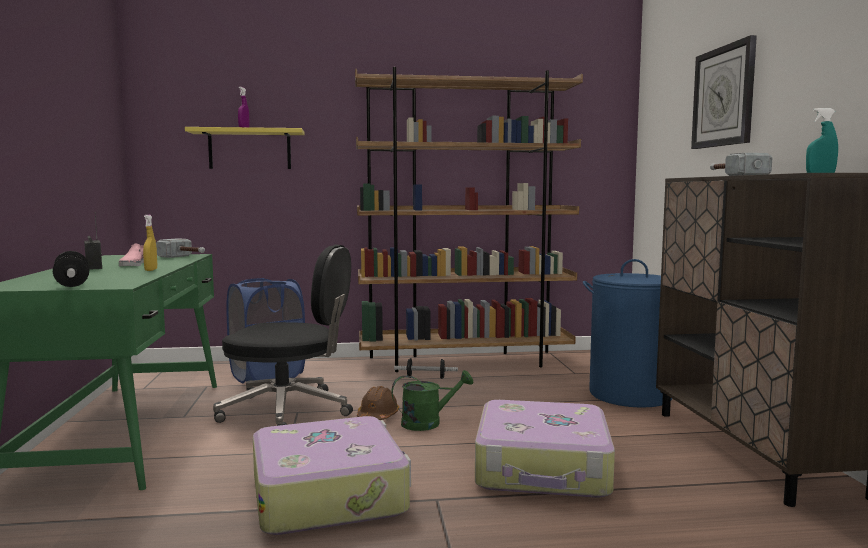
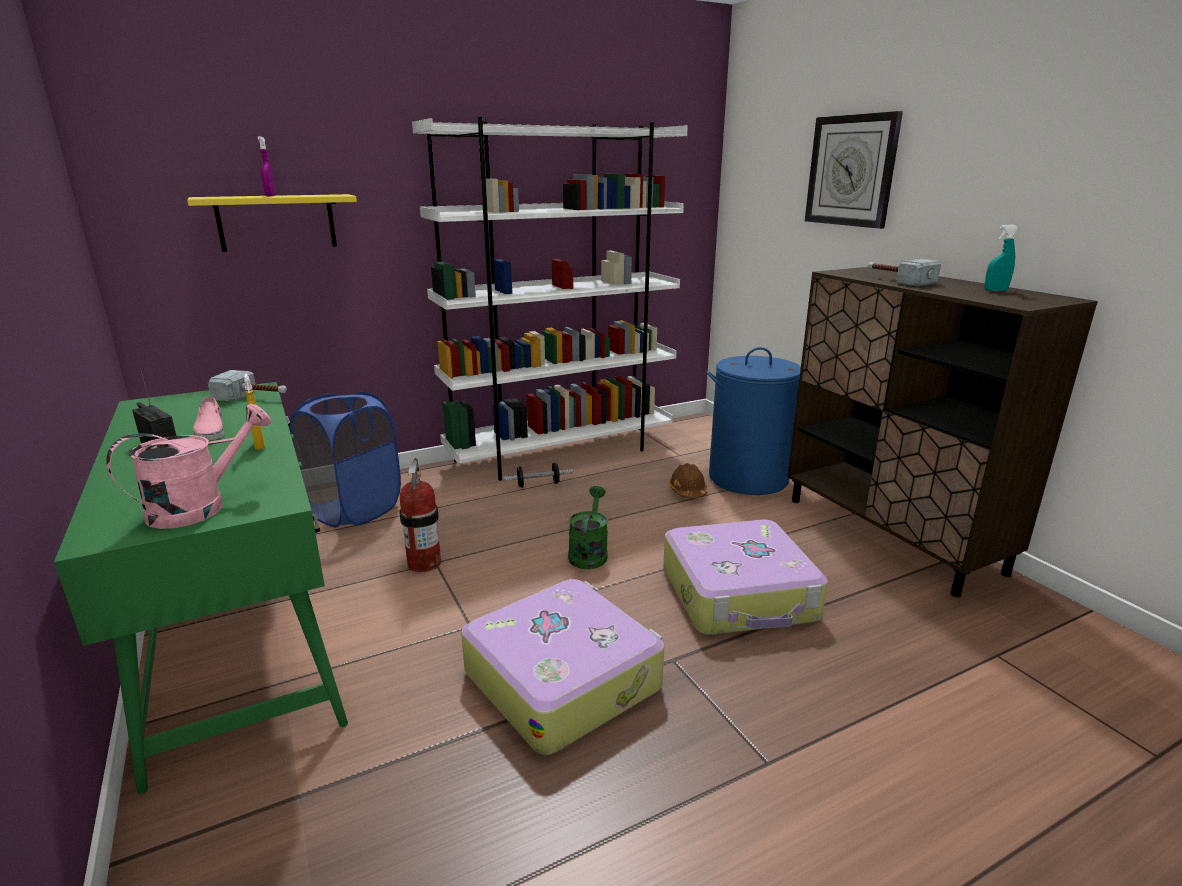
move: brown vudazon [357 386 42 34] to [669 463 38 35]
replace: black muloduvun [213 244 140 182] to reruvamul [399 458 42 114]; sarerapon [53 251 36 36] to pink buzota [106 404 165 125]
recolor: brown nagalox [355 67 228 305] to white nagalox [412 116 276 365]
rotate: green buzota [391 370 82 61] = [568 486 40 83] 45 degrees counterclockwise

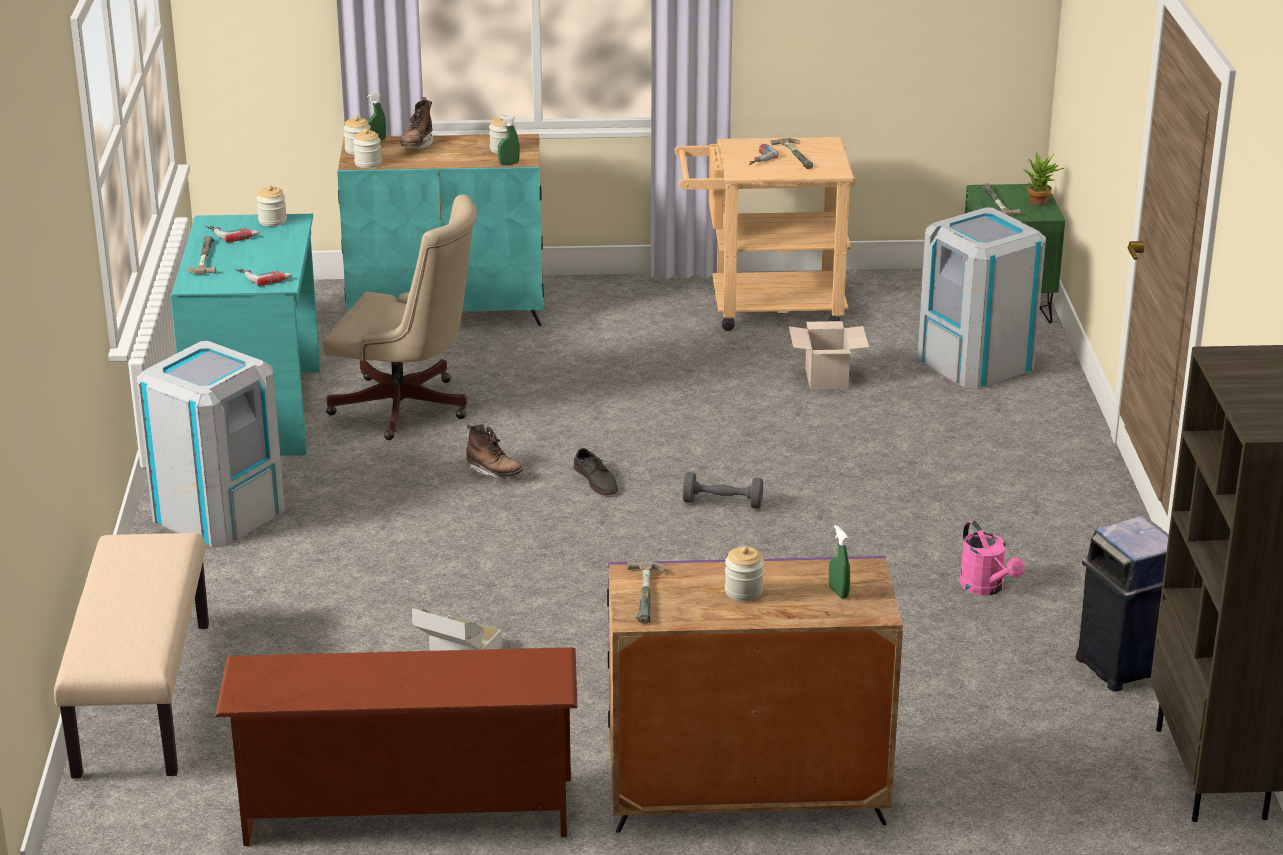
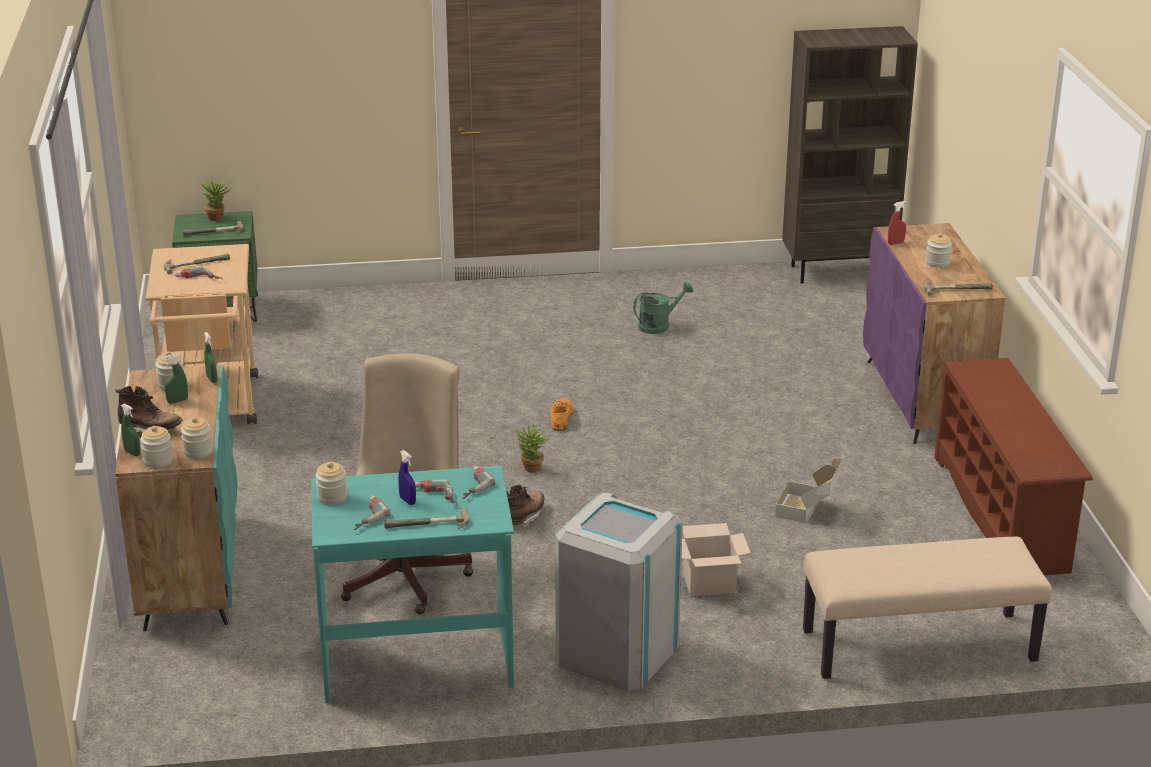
delete: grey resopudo [917 207 129 182]; blue resopudo [1075 516 94 176]
insert: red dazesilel [888 201 18 44]; blue dazesilel [398 450 18 55]; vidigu [415 479 43 27]
move: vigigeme [789 321 80 69] to [682 523 68 73]; green dazesilel [829 525 21 74] to [164 354 24 50]
replace: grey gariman [574 448 44 47] to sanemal [516 422 33 50]; grey sarerapon [683 472 80 36] to orange gariman [551 398 22 33]
recolor: pink buzota [959 521 66 74] to green buzota [633 282 60 52]

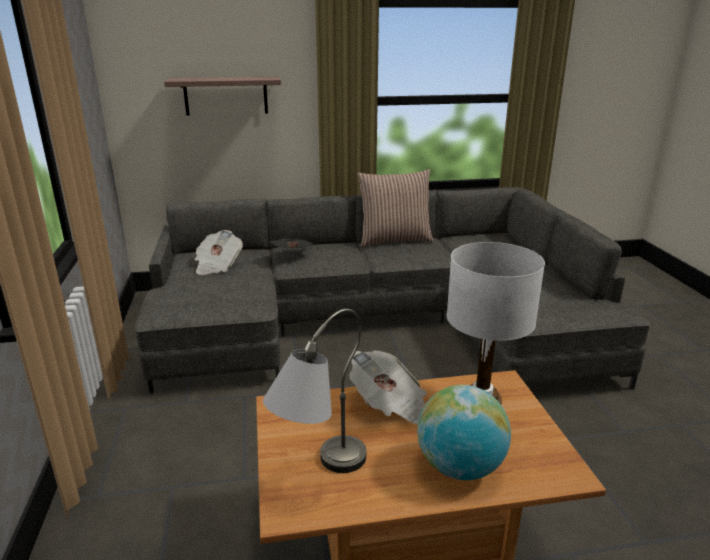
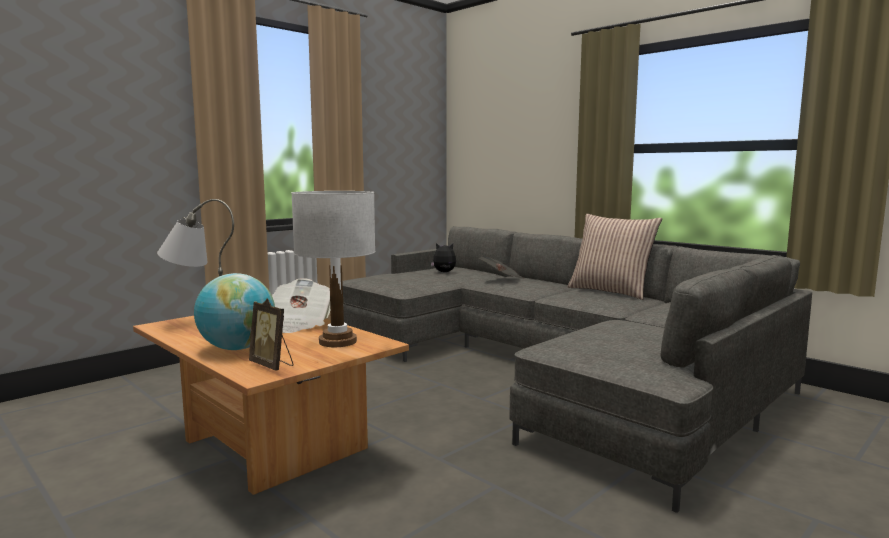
delete: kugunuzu [164 77 117 39]
insert: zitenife [249 298 45 72]
replace: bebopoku [194 230 49 45] to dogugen [431 243 25 29]

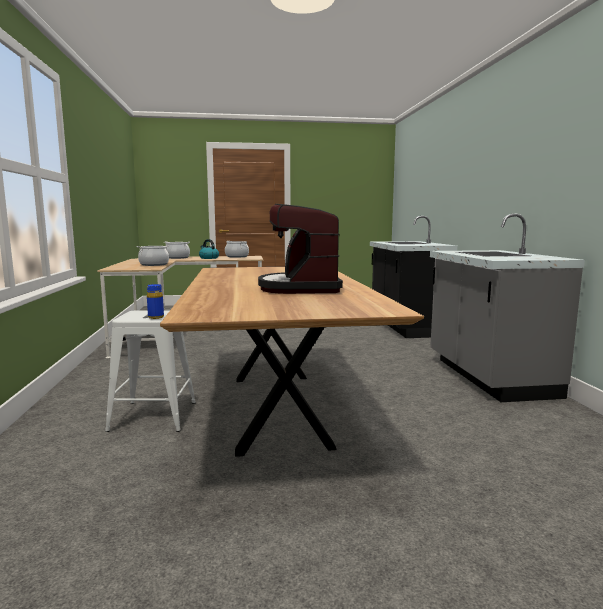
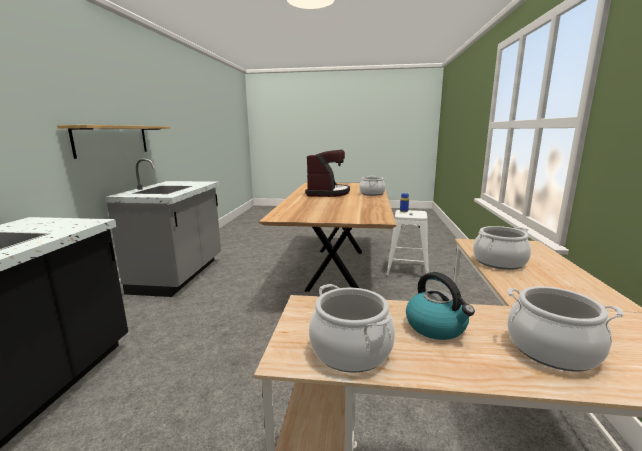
insert: kugunuzu [57 125 113 34]; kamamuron [360 176 25 20]

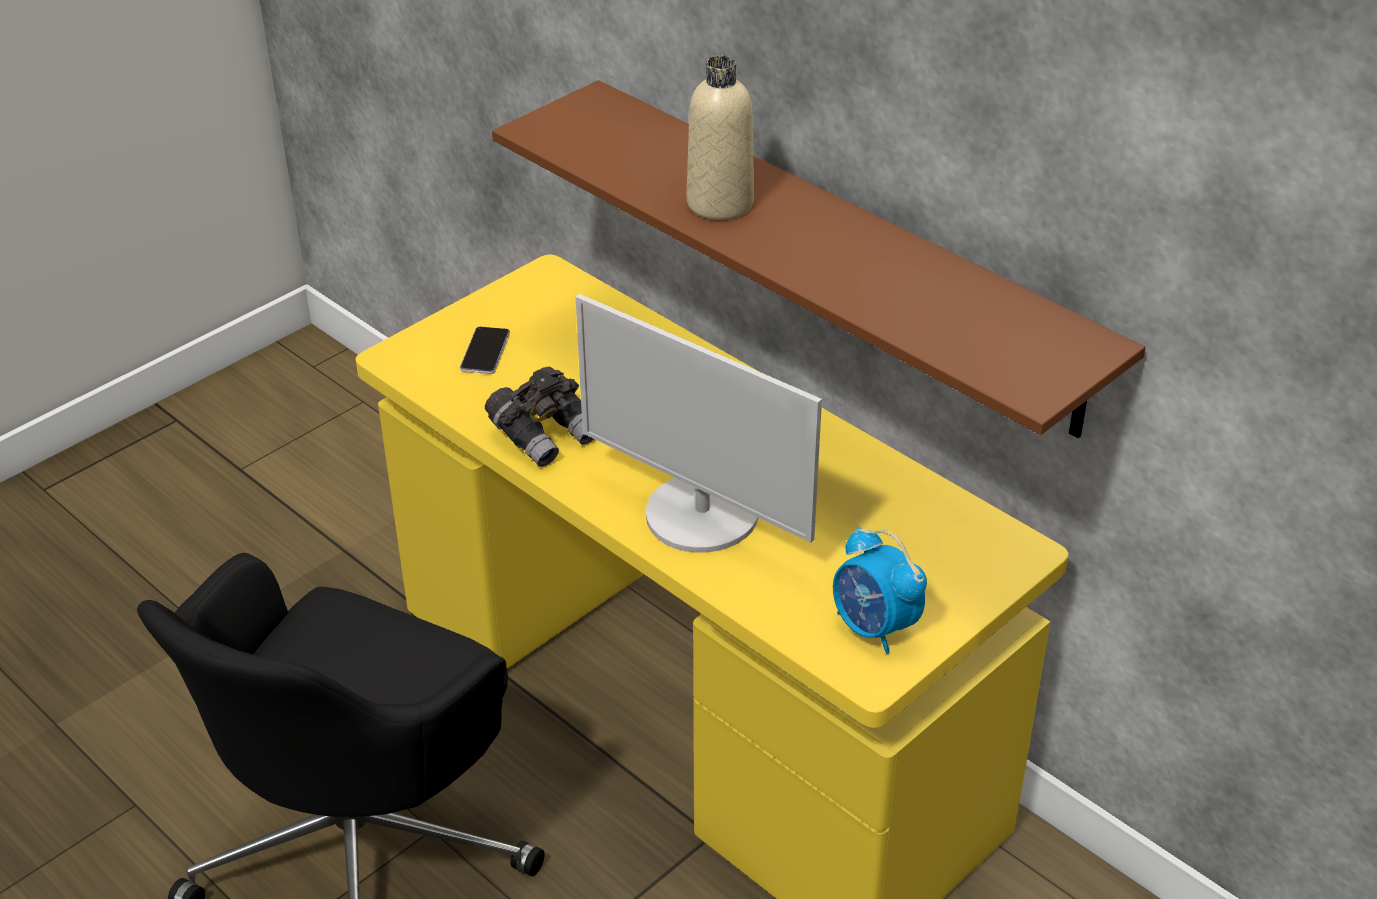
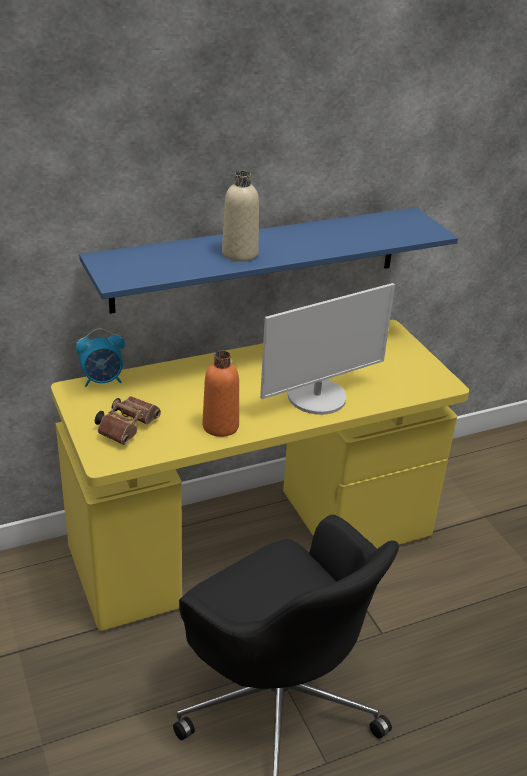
move: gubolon [833 527 94 127] to [76 328 49 59]
replace: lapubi [460 327 50 47] to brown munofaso [95 396 66 49]; grey munofaso [485 367 109 100] to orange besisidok [203 351 36 86]
recolor: brown kugunuzu [492 80 653 358] to blue kugunuzu [79 207 379 107]

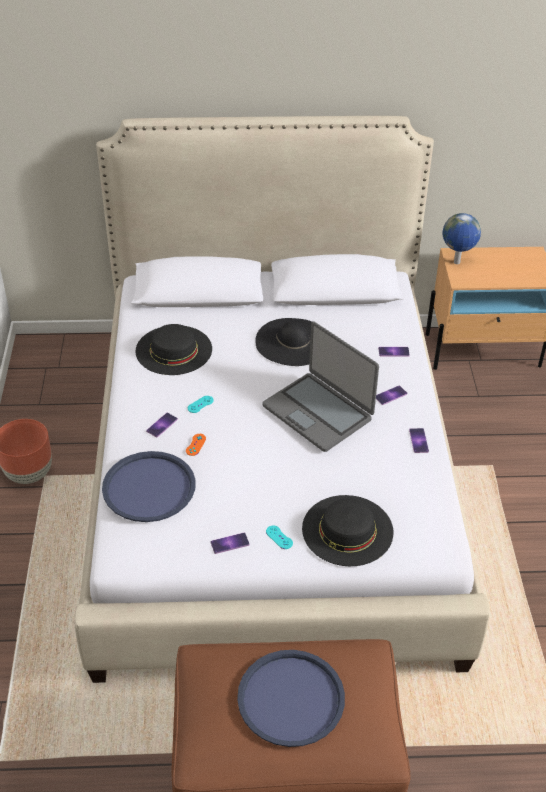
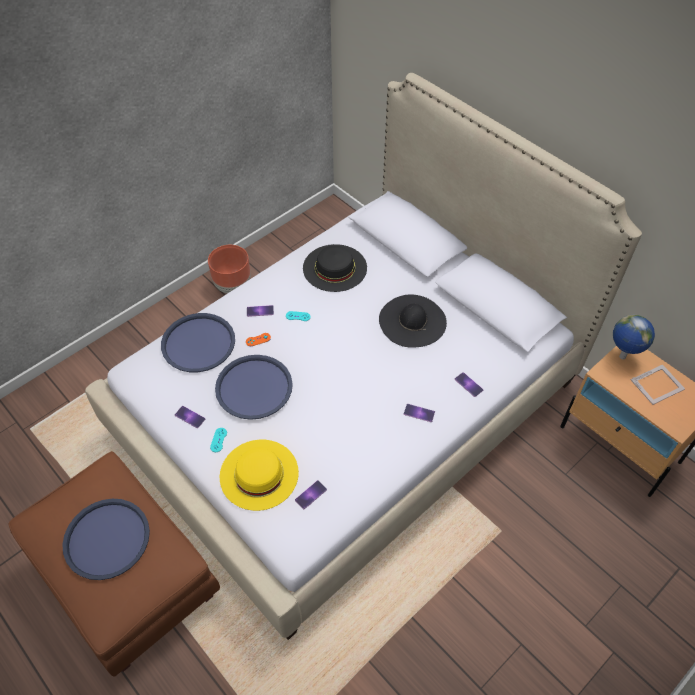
delete: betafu [263 321 116 131]
insert: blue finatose [215 355 78 65]; zitenife [631 364 54 41]
move: lapubi [409 428 20 25] to [295 480 32 29]
recolor: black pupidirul [302 495 91 71] to yellow pupidirul [220 440 79 71]

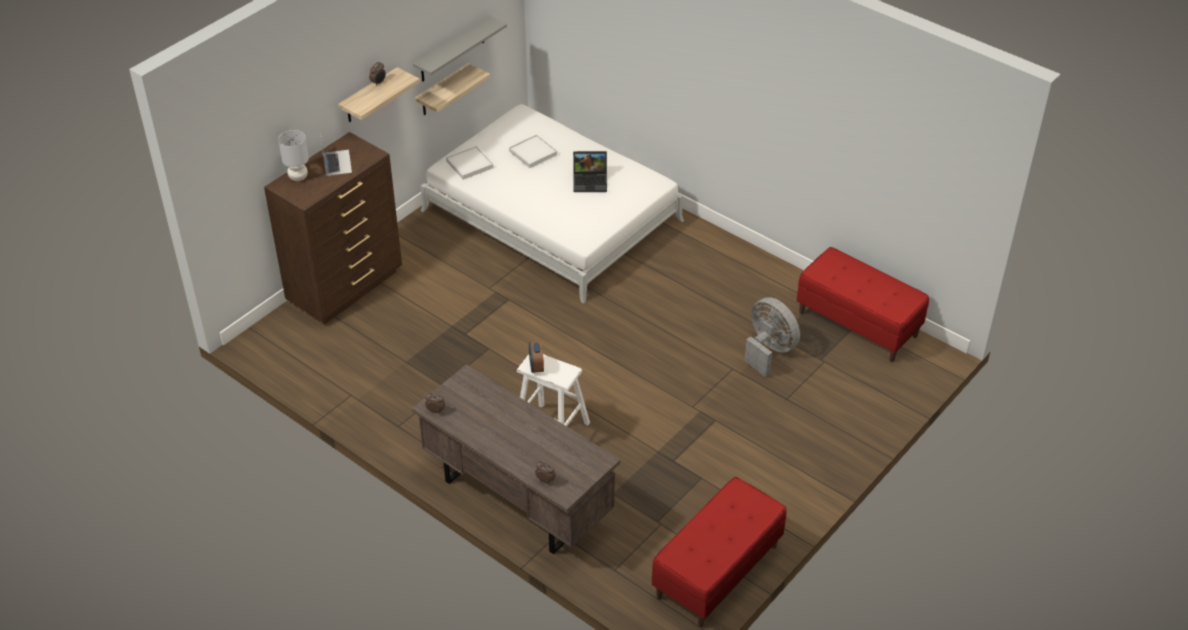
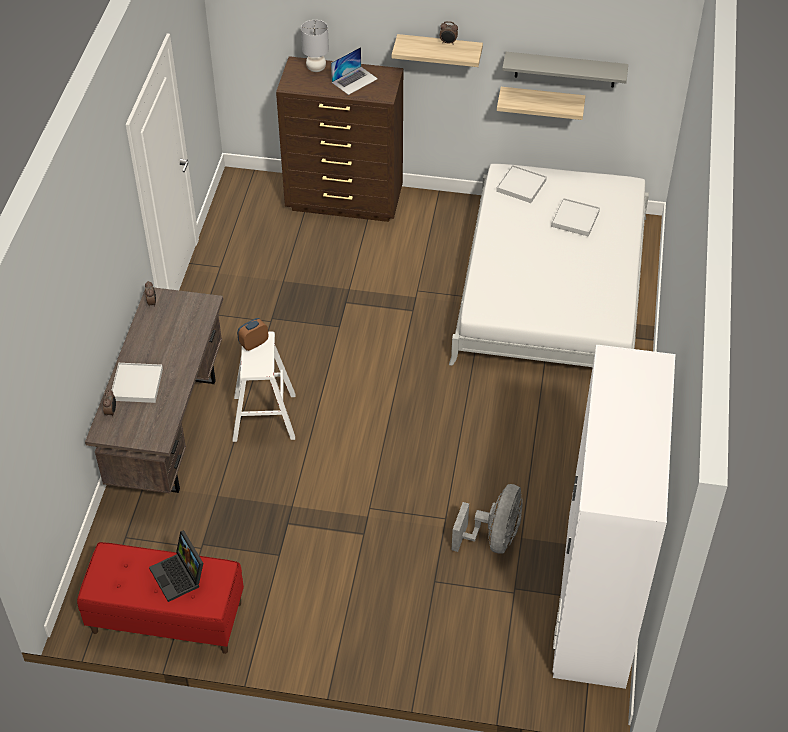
insert: white finatose [111 363 52 40]
move: betafu [573 151 34 41] to [149 530 54 72]
replace: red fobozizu [797 247 132 115] to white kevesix [552 345 124 344]

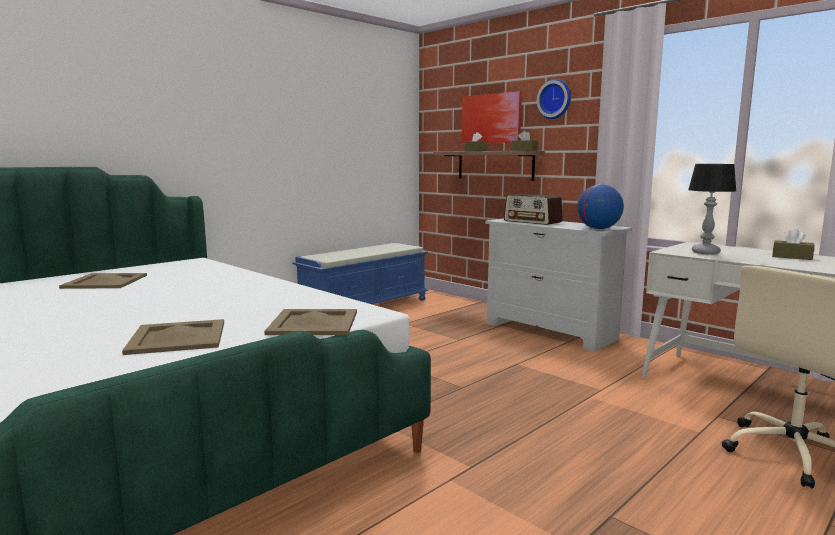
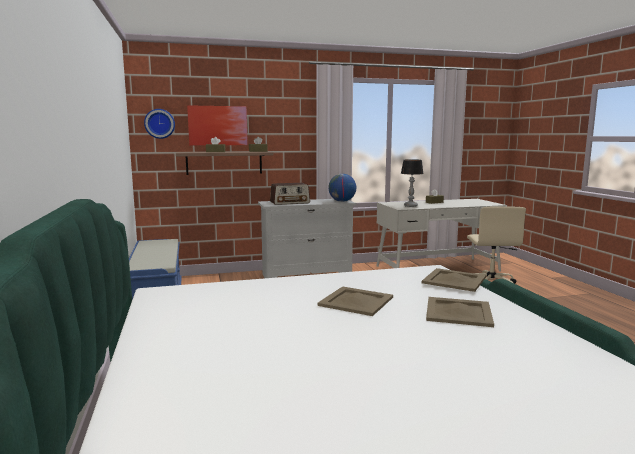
move: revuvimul [537 79 34 40] to [144 109 31 30]; beige finatose [59 273 88 16] to [317 286 76 30]

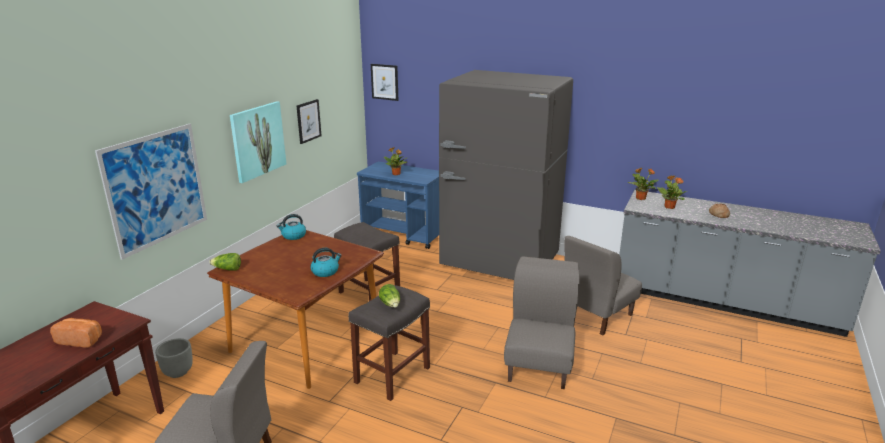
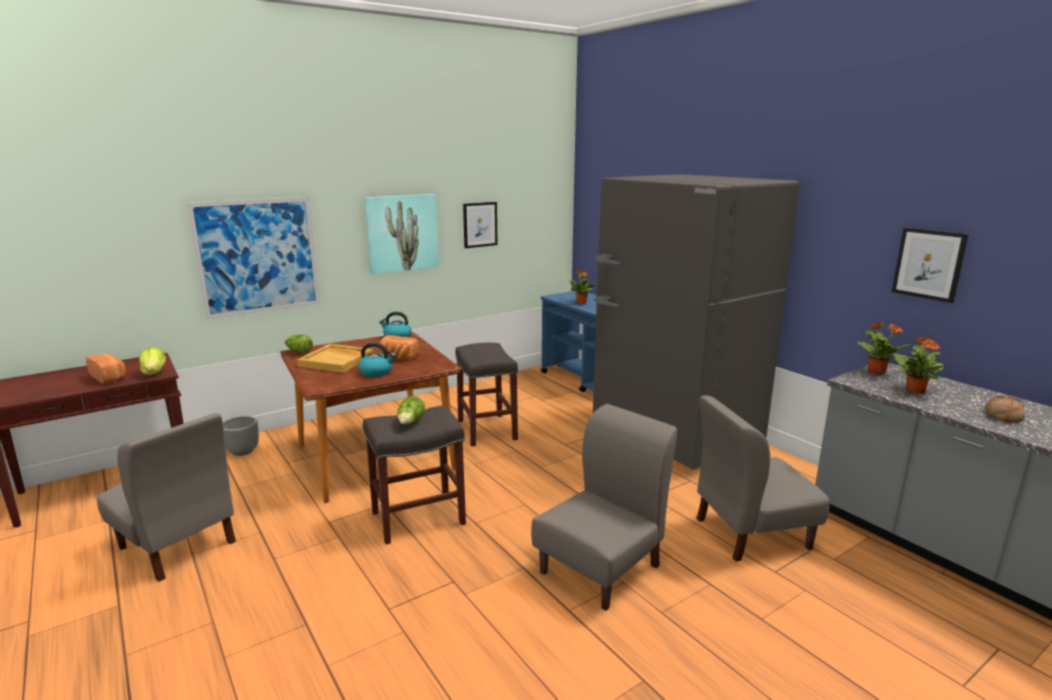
insert: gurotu [379 335 40 25]; beige finatose [297 344 77 29]; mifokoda [139 347 27 28]
move: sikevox [371 64 27 37] to [892 228 77 75]

